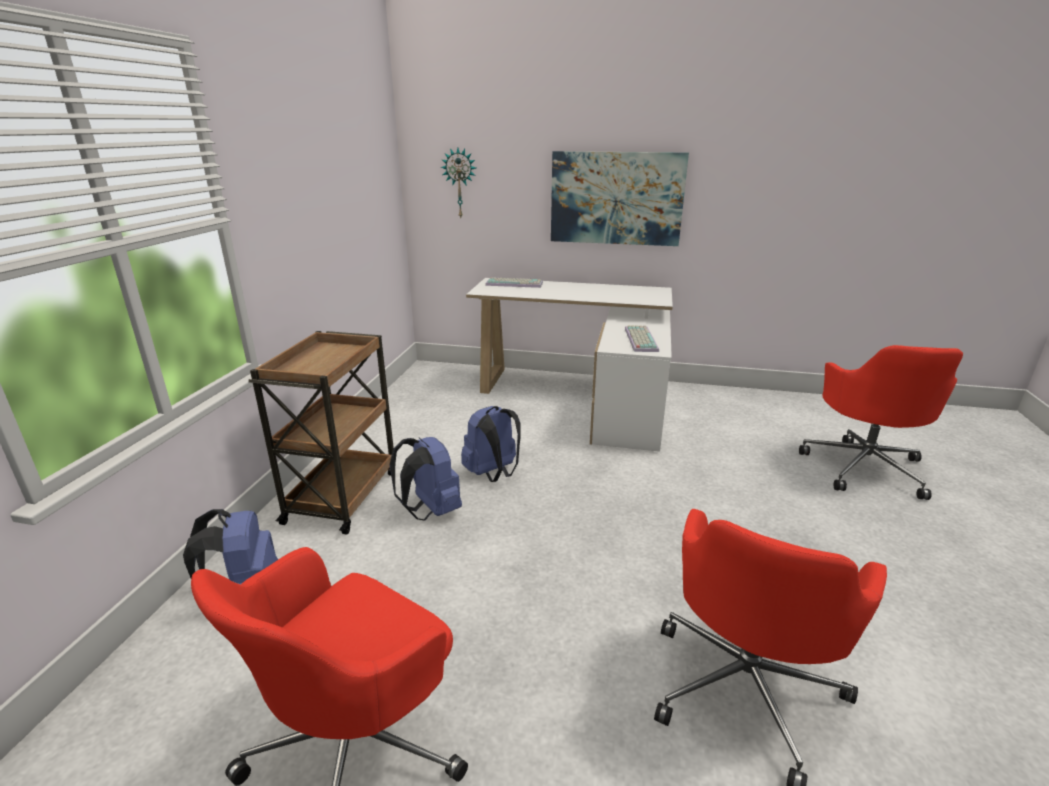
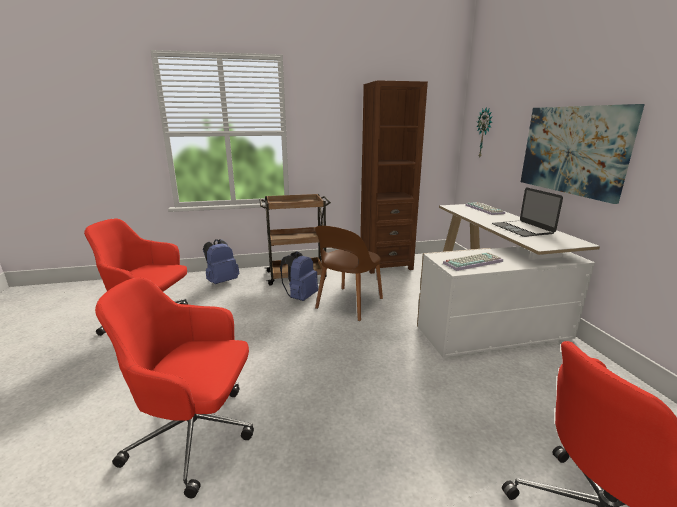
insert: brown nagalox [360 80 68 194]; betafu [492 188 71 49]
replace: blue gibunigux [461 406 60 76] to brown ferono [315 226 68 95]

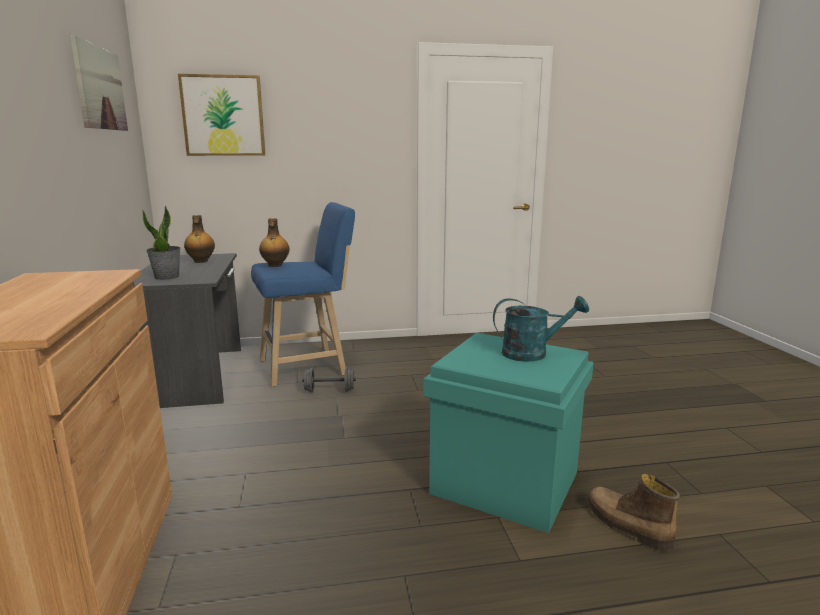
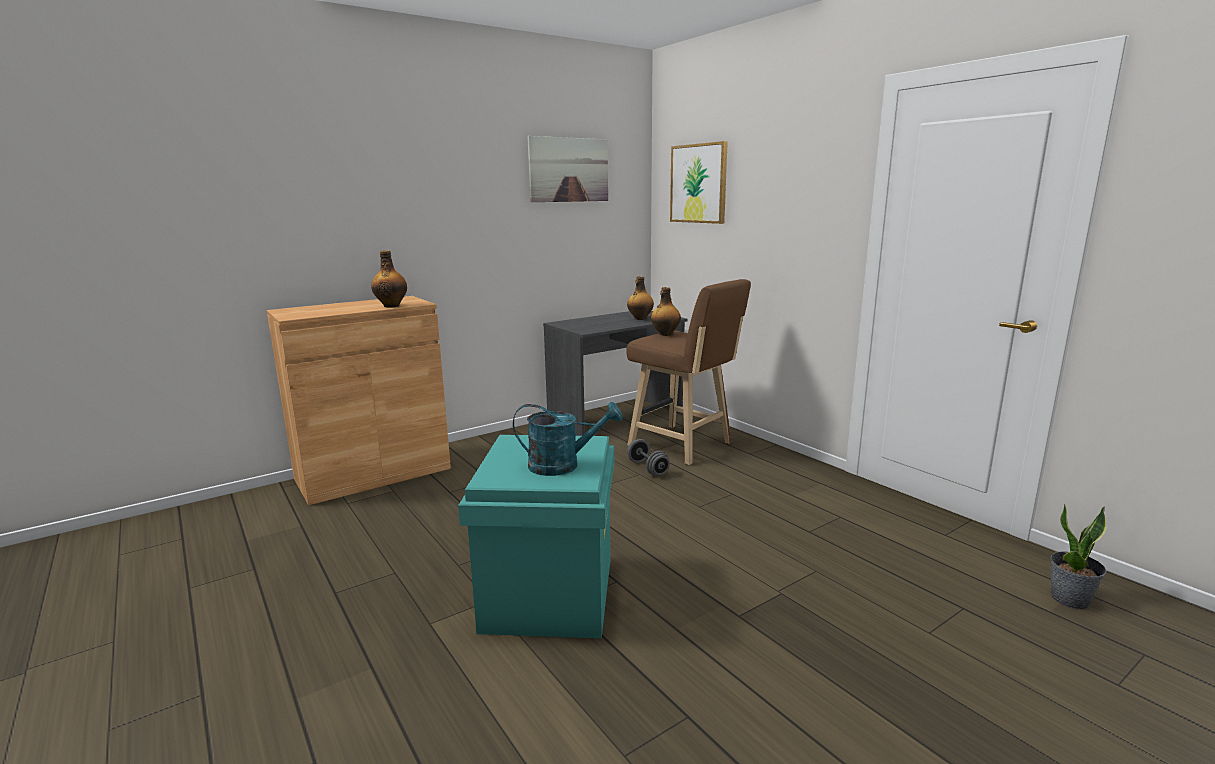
delete: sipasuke [587 474 93 77]
insert: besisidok [371 250 36 58]
move: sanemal [142 205 39 75] to [1050 504 57 105]
recolor: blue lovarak [251 202 104 185] to brown lovarak [626 279 125 186]
rotate: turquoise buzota [493 296 96 66] = [513 402 110 74] 60 degrees counterclockwise

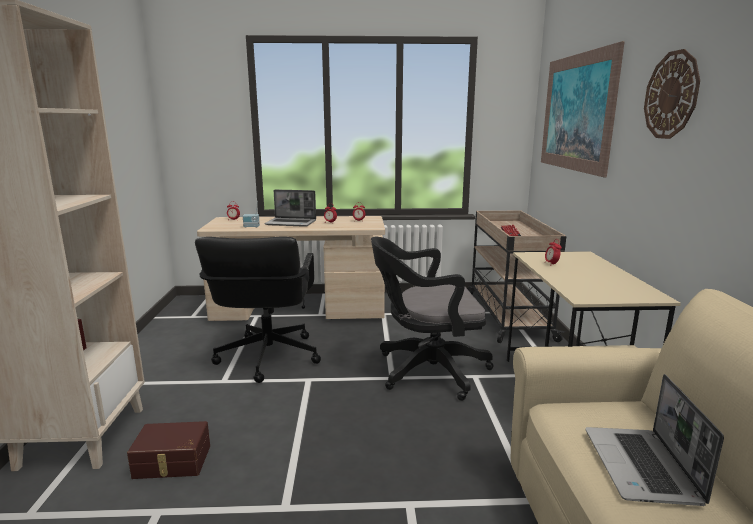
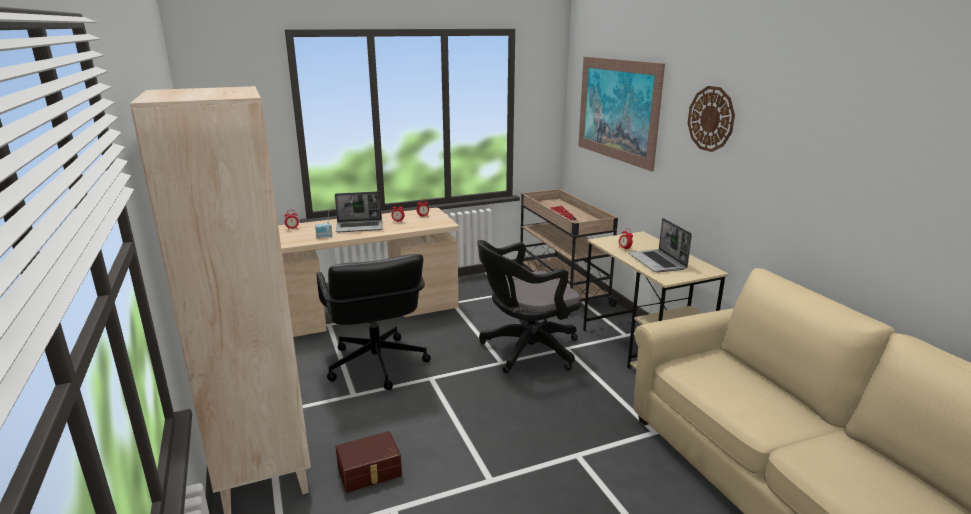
move: betafu [585 374 139 132] to [628 218 64 54]

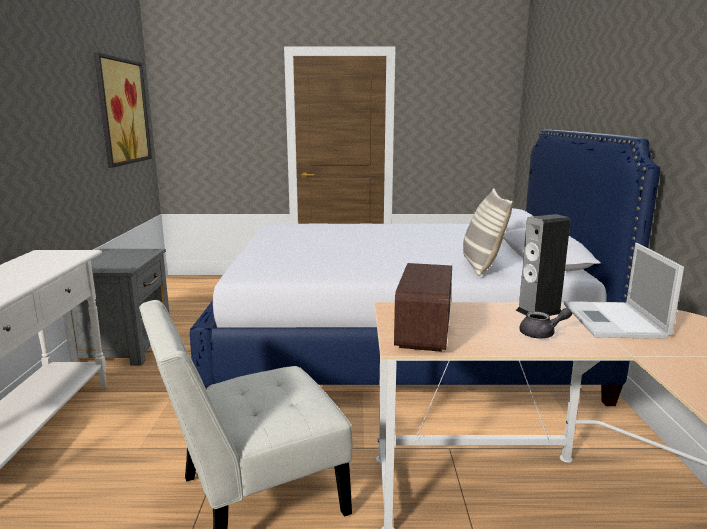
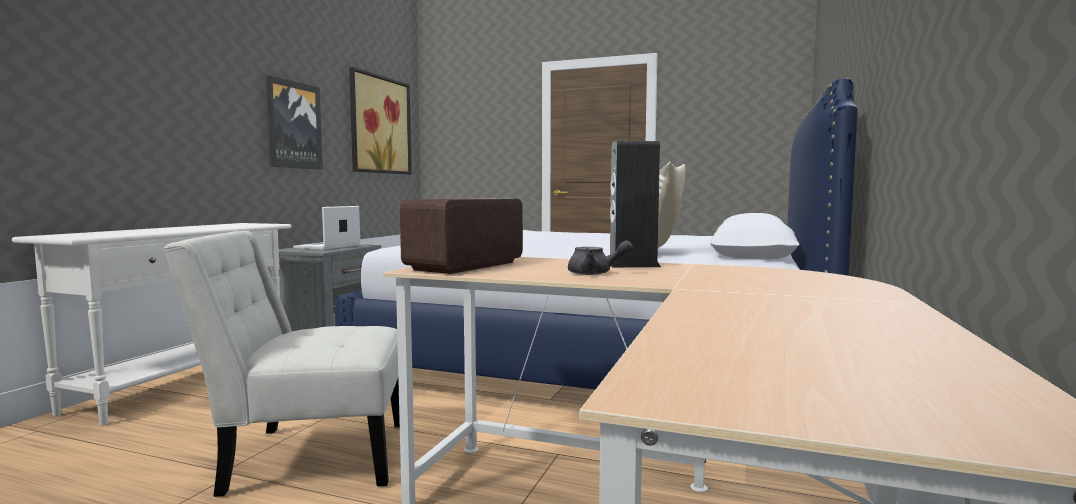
insert: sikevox [265 75 58 94]
move: betafu [564 243 120 96] to [293 206 67 44]

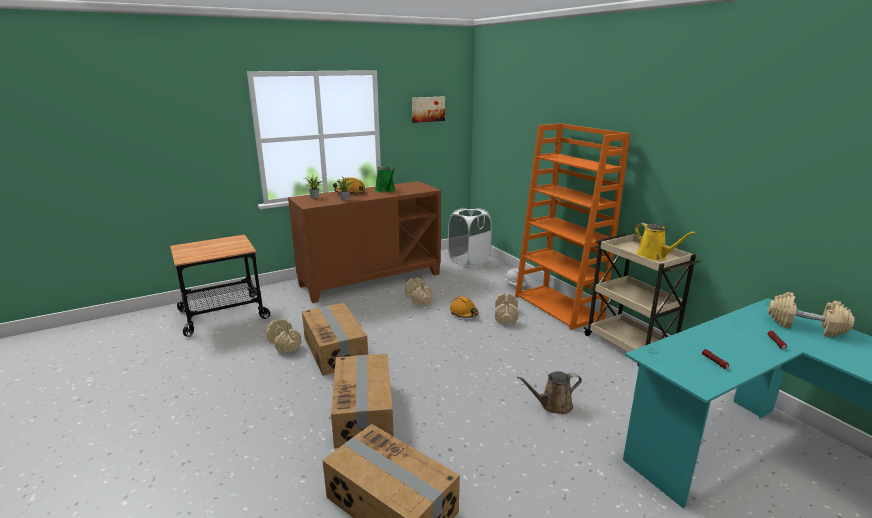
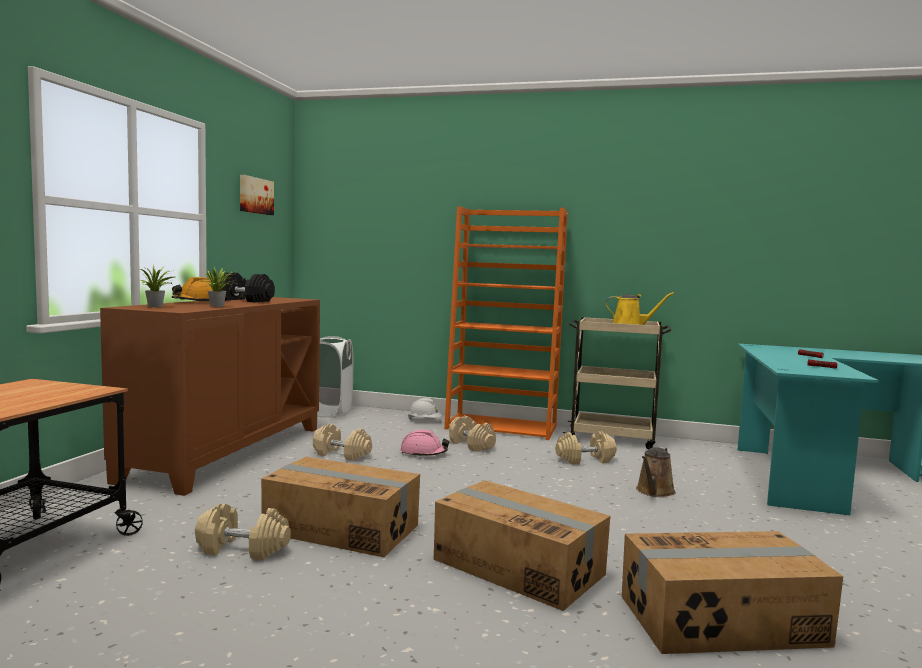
move: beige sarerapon [768 292 86 46] to [555 431 62 33]
replace: green buzota [375 166 20 26] to black sarerapon [220 272 55 30]
recolor: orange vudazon [450 297 29 21] to pink vudazon [400 430 49 27]

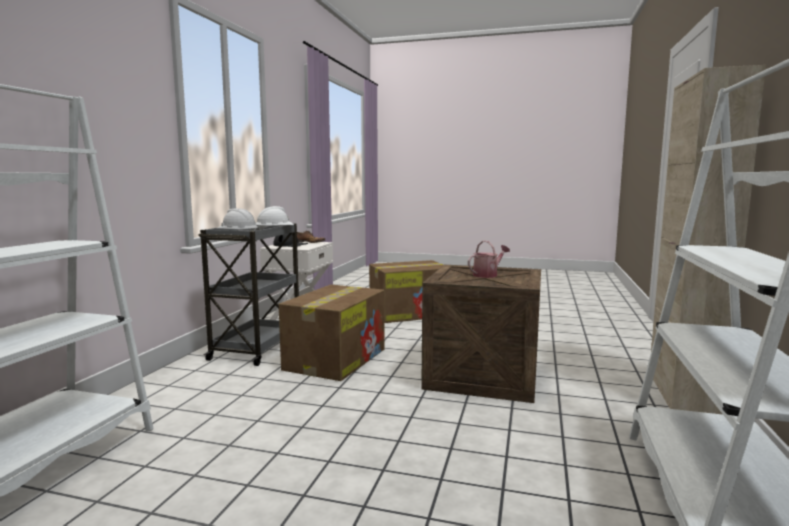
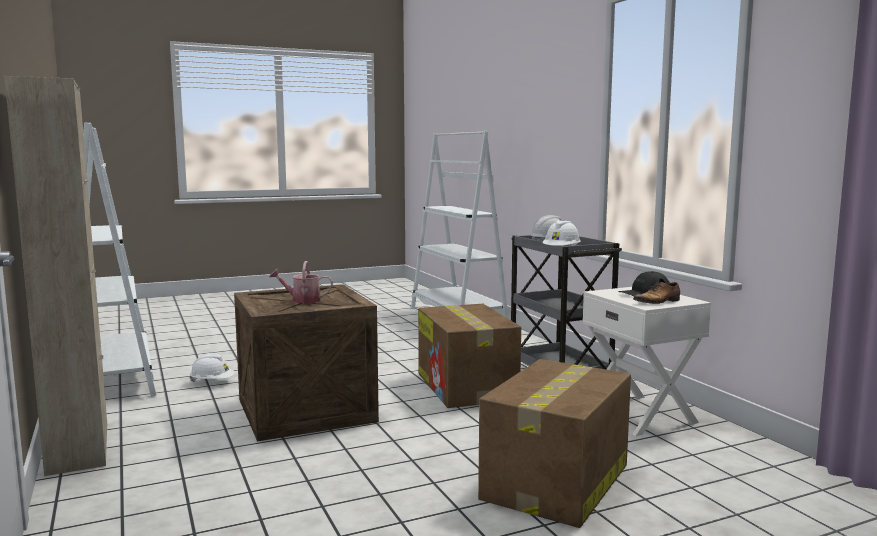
insert: white vudazon [190 353 45 29]
rotate: buzota [468 240 42 38] = [269 261 64 42] 75 degrees clockwise

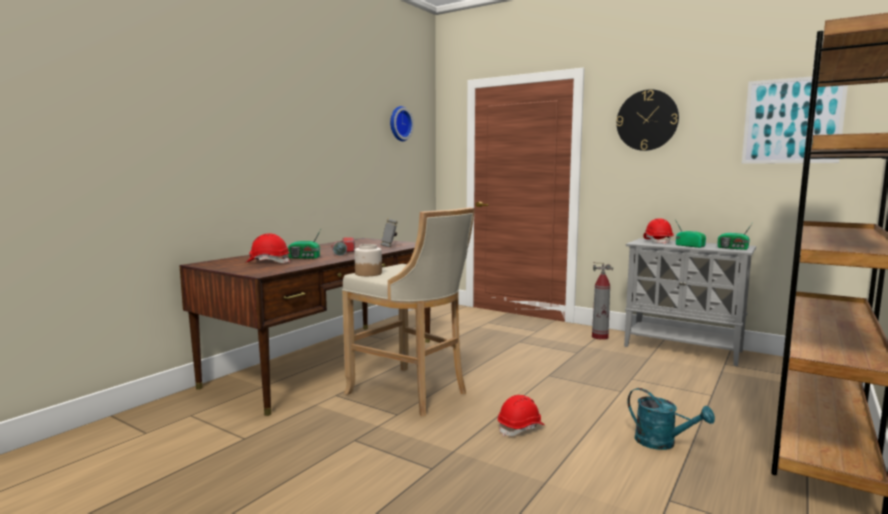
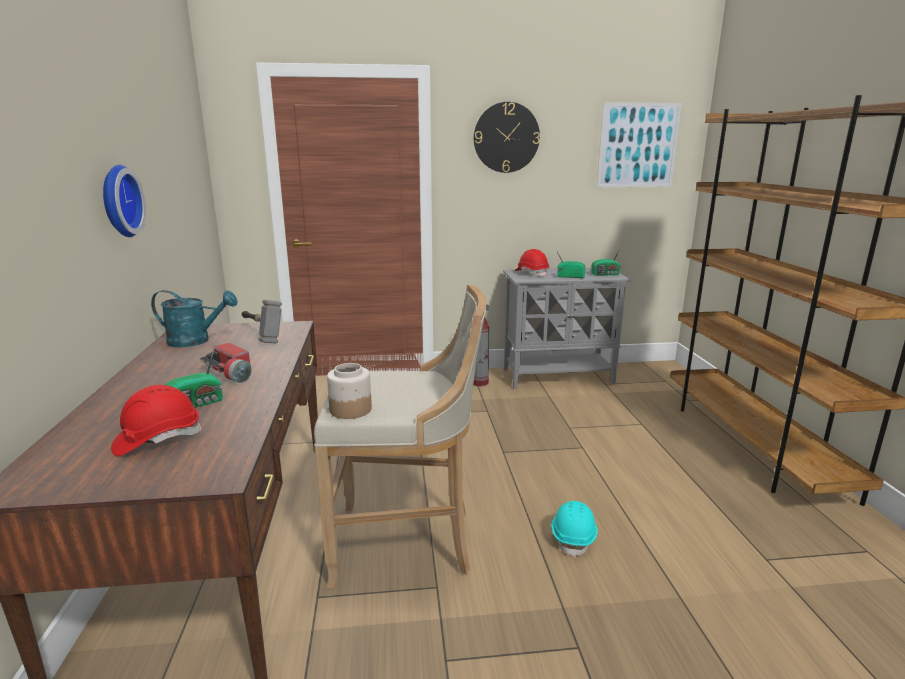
move: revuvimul [390 106 24 35] to [103 165 43 72]; turquoise buzota [627 388 88 62] to [151 290 87 57]
recolor: red vudazon [497 395 48 41] to turquoise vudazon [552 501 46 57]

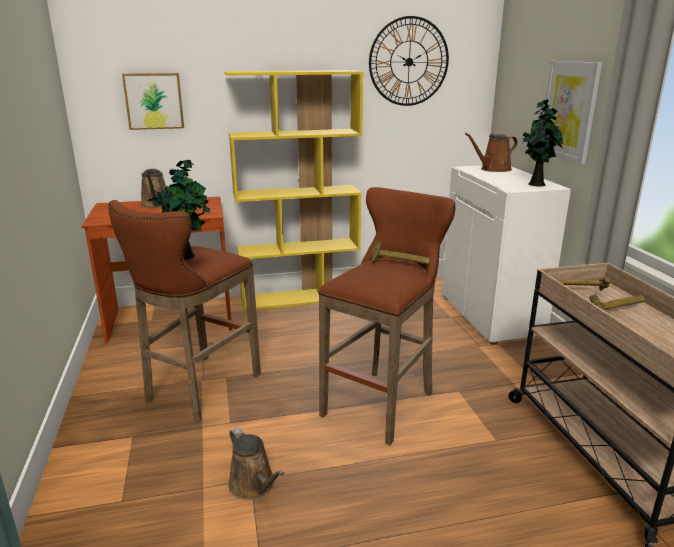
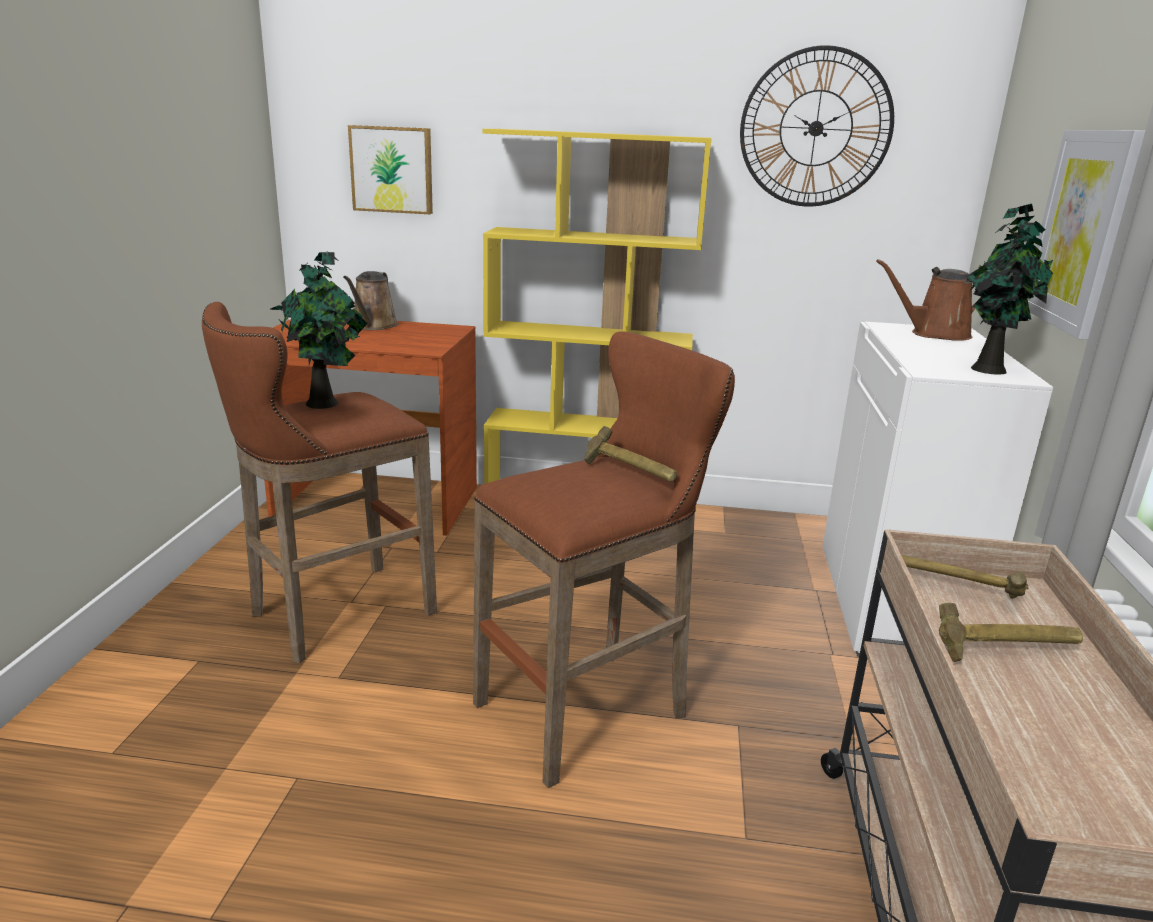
delete: brown buzota [228 427 56 73]

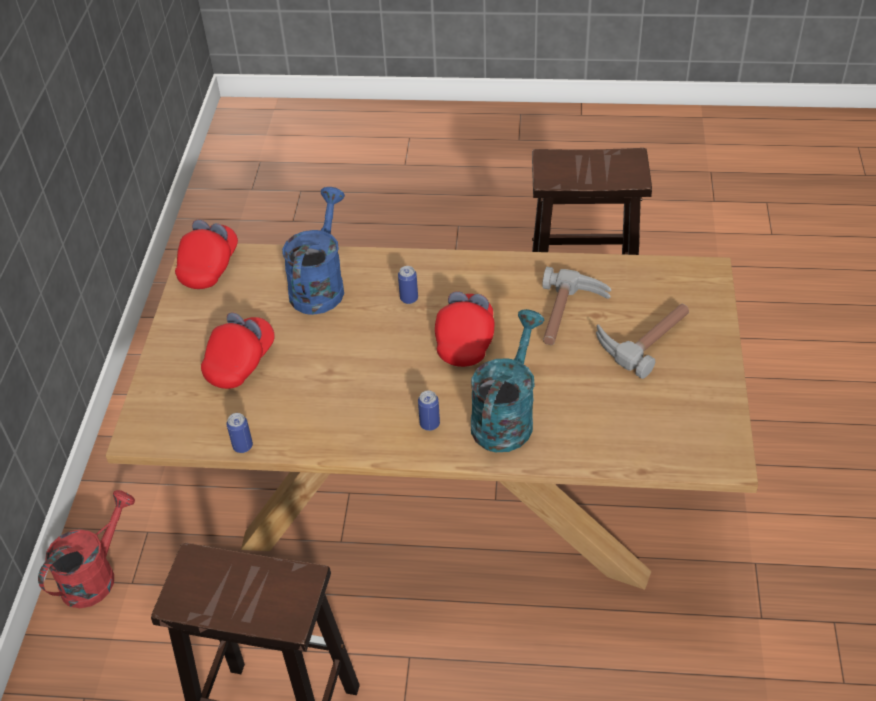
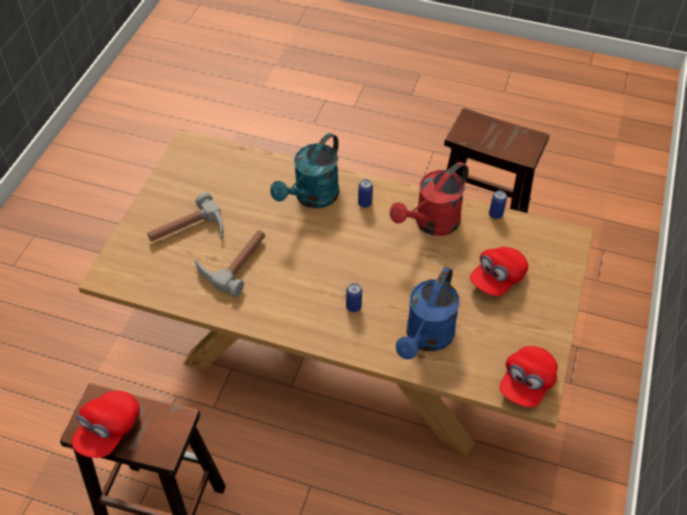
move: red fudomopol [435 291 59 76] to [72 391 68 67]; red buzota [38 490 97 118] to [390 162 79 74]

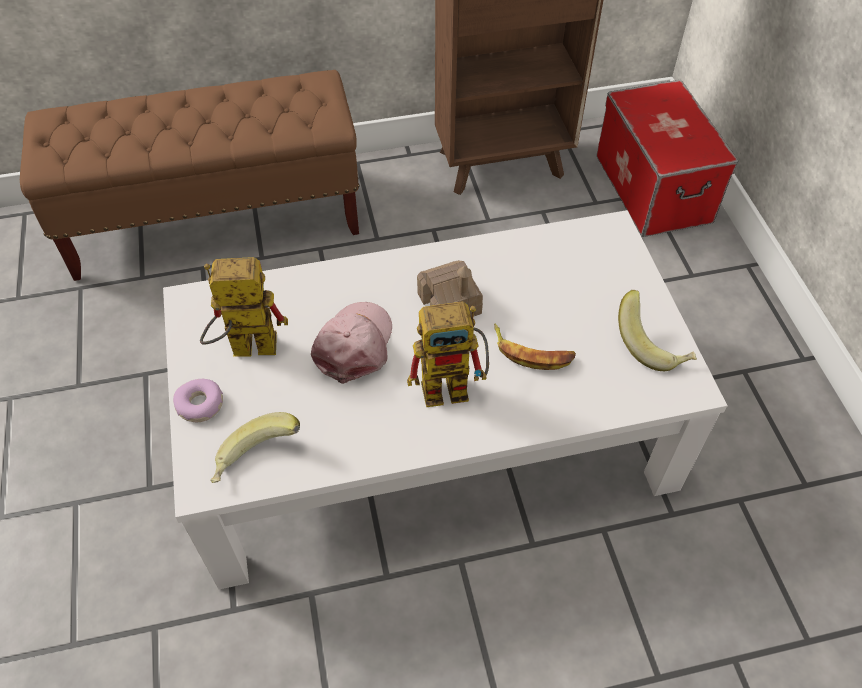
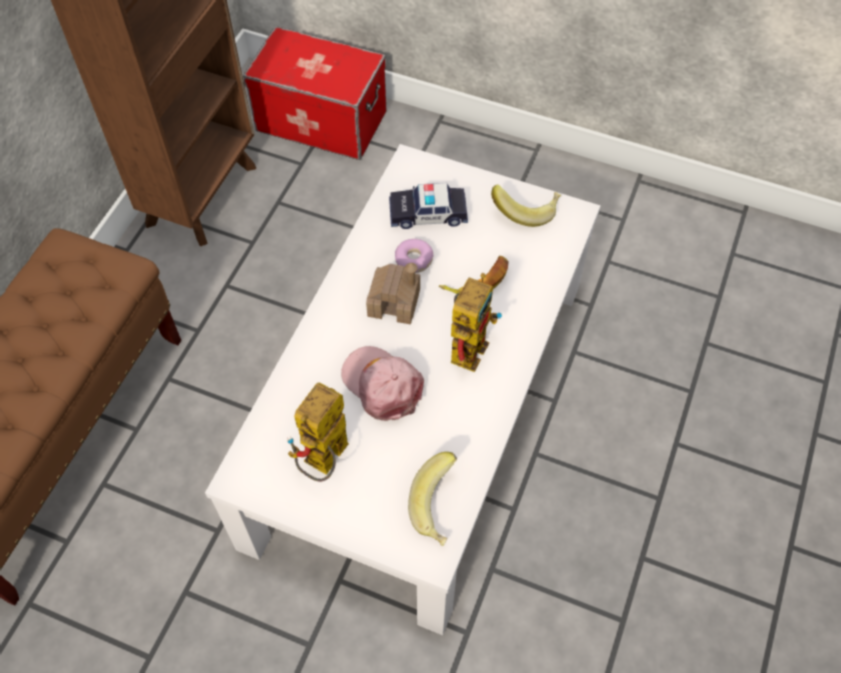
insert: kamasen [389 183 79 46]
move: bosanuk [173 379 50 43] to [395 239 39 34]

